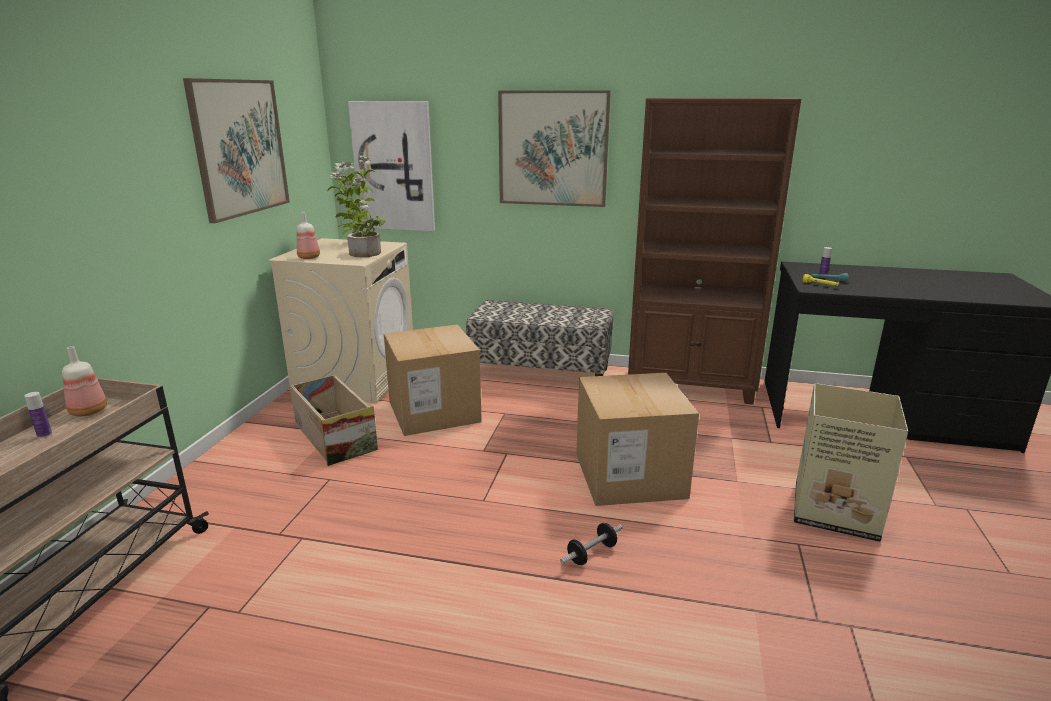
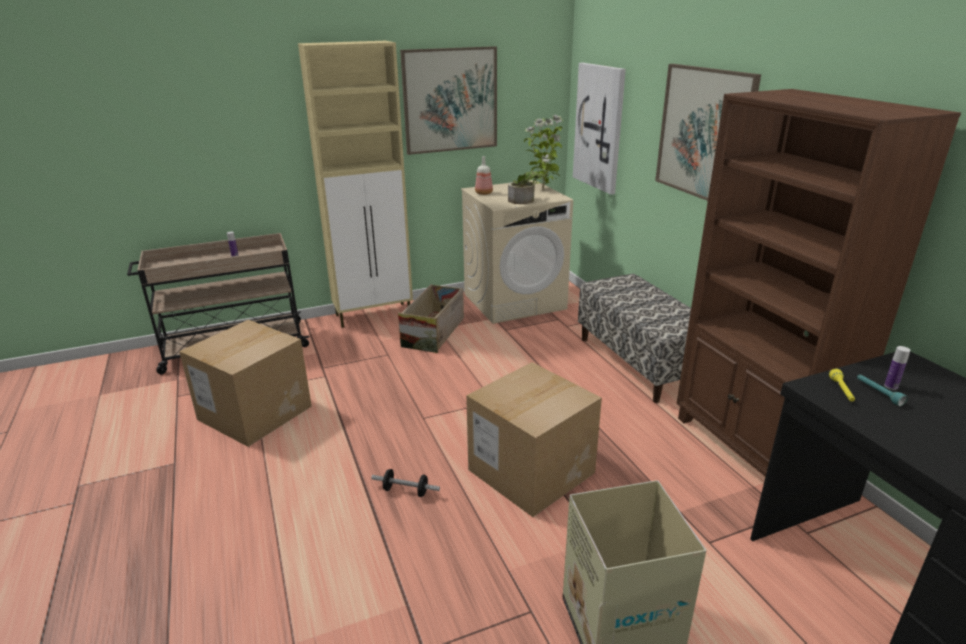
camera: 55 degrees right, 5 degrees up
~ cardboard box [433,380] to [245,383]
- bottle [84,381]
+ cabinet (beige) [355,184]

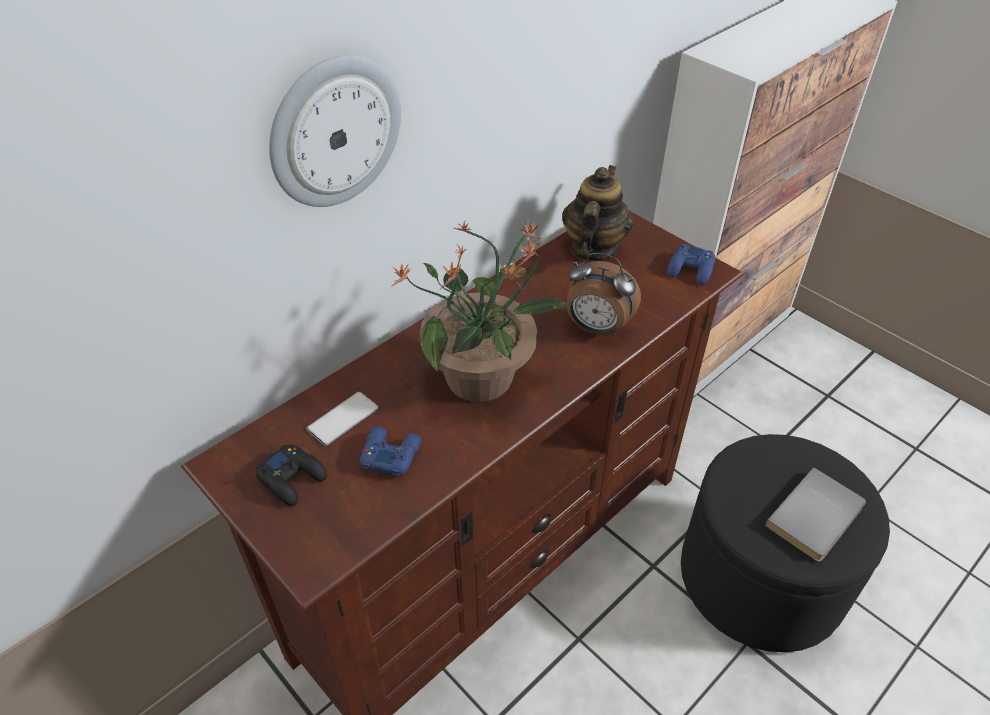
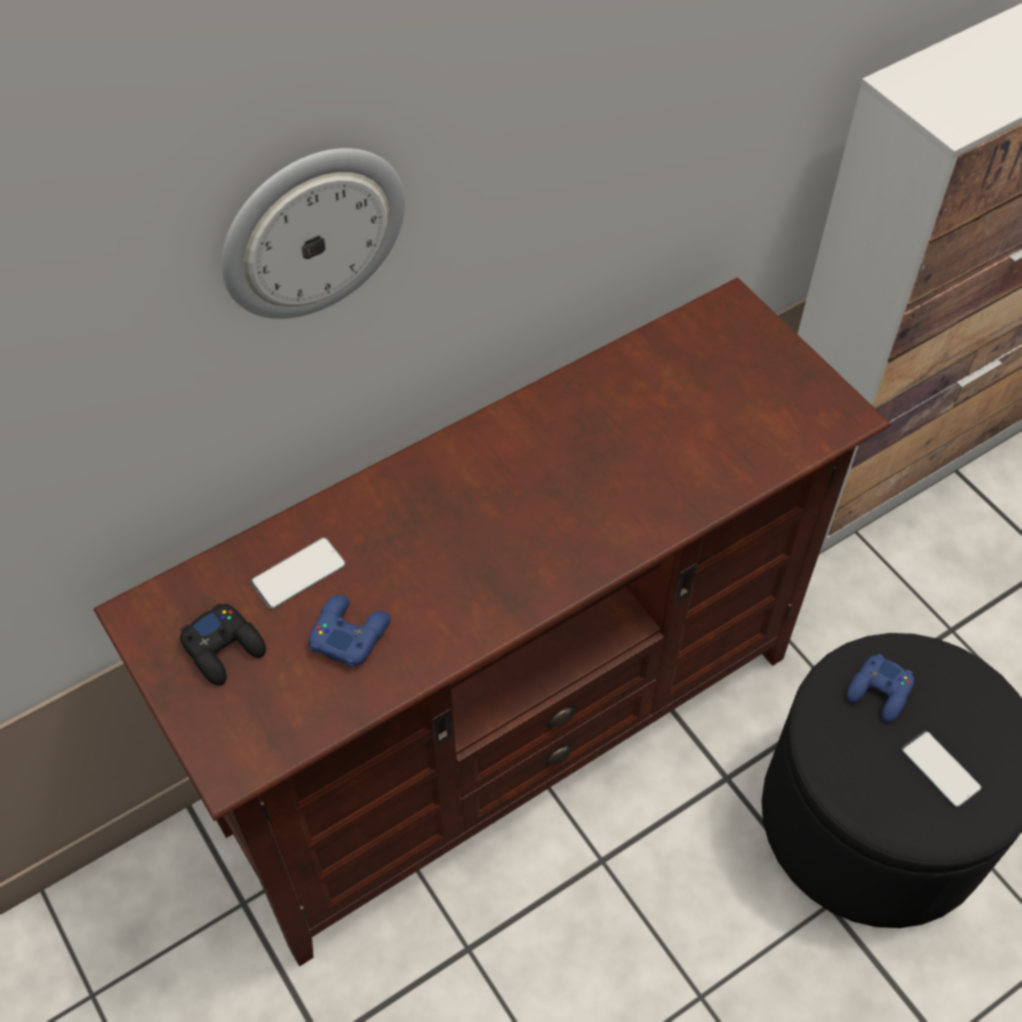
camera: 10 degrees right, 10 degrees up
- teapot [597,213]
- potted plant [480,311]
~ game controller (blue) [691,264] to [881,688]
- alarm clock [603,294]
~ book (grey) [815,514] to phone [942,769]

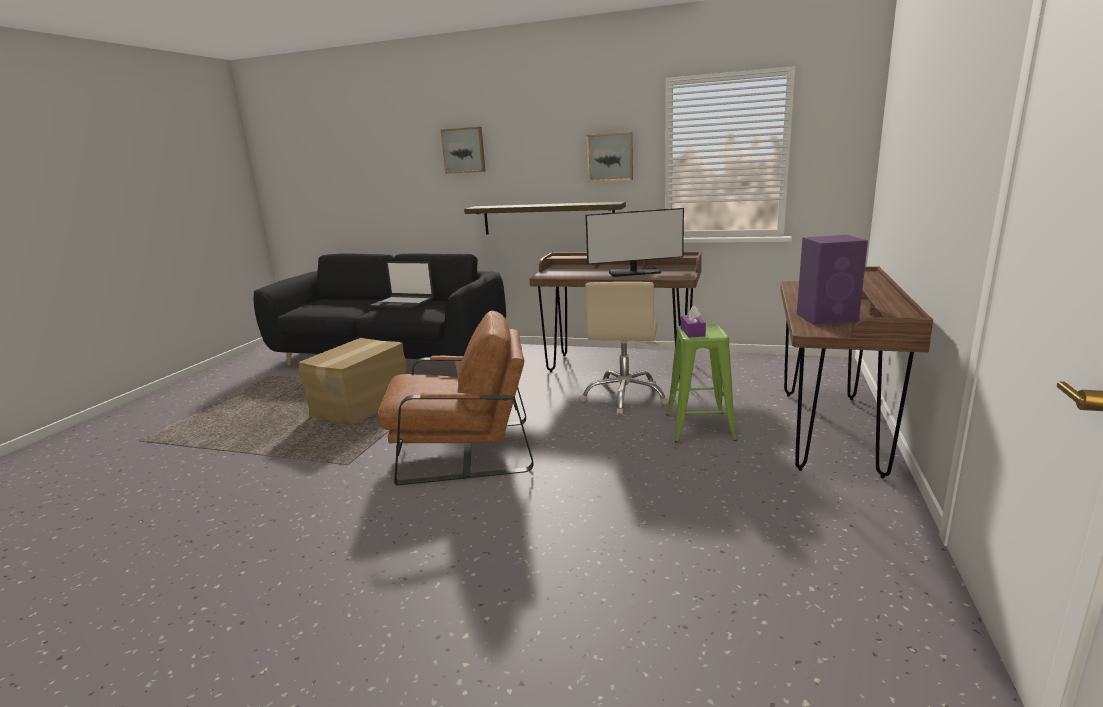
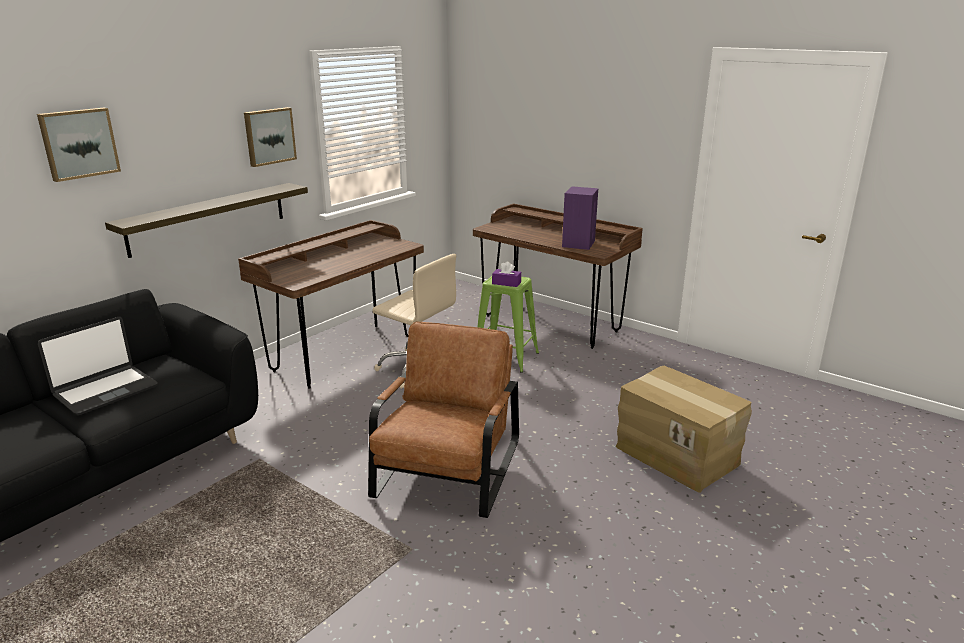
camera: 70 degrees left, 5 degrees up
- monitor [635,242]
~ cardboard box [352,382] to [684,429]

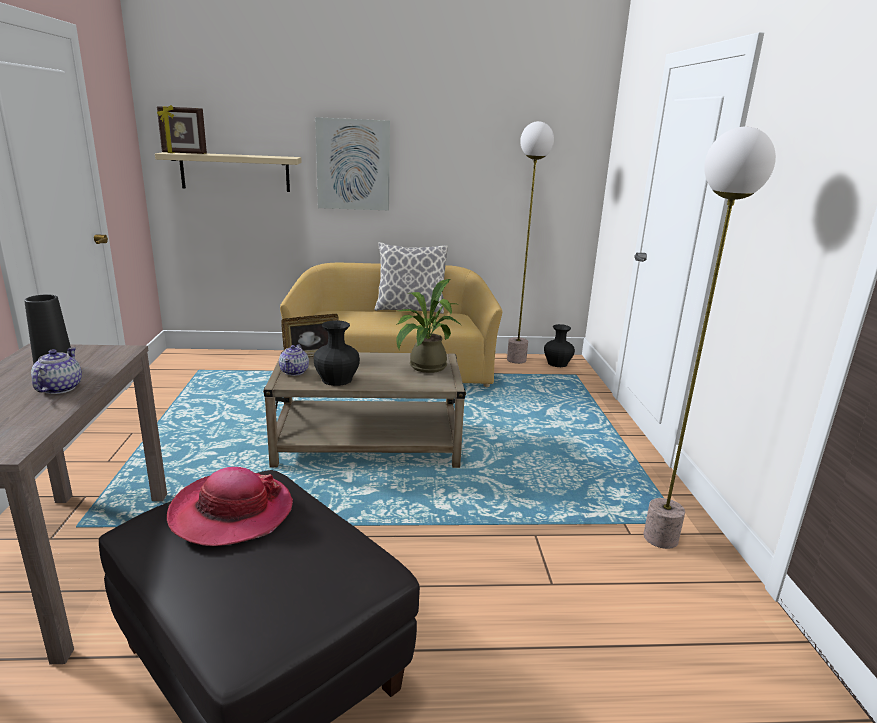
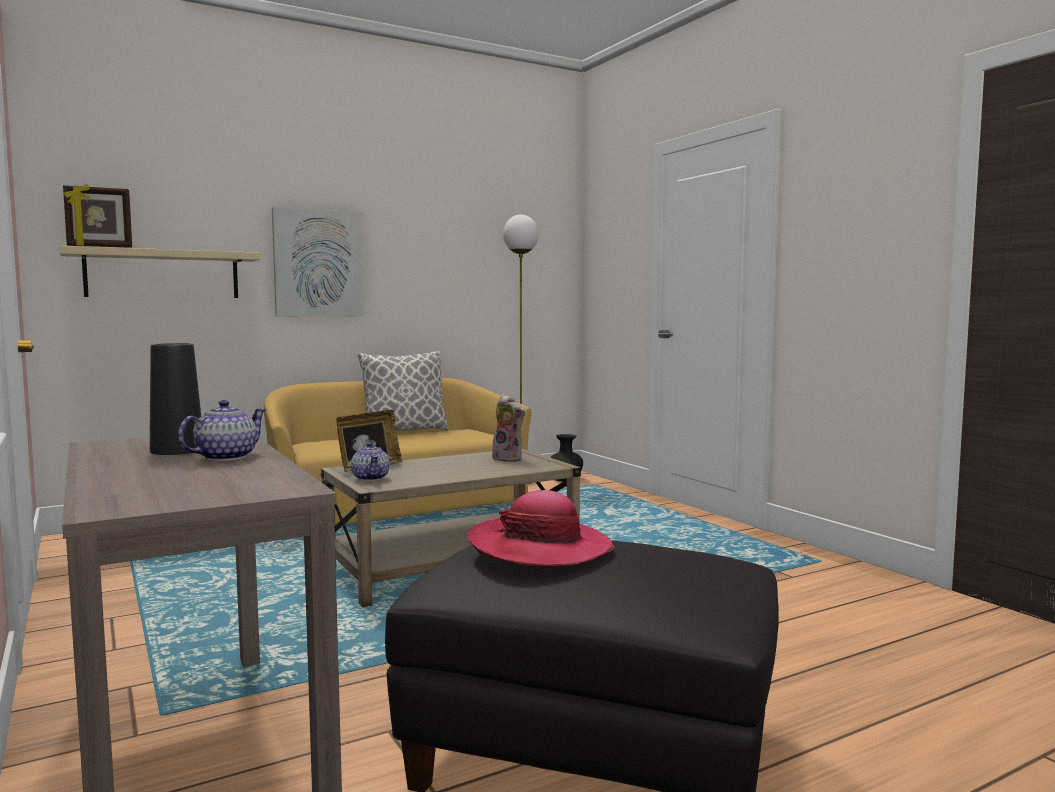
camera: 25 degrees left, 15 degrees down
- floor lamp [710,338]
~ potted plant [428,326] to plush toy [509,428]
- vase (black) [337,353]
~ teapot [56,371] = [222,430] 60 degrees clockwise

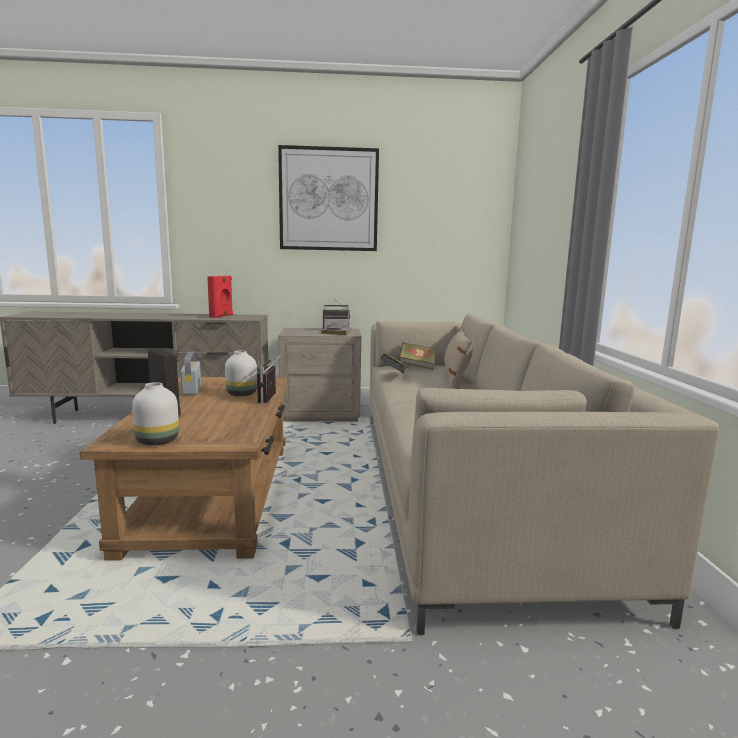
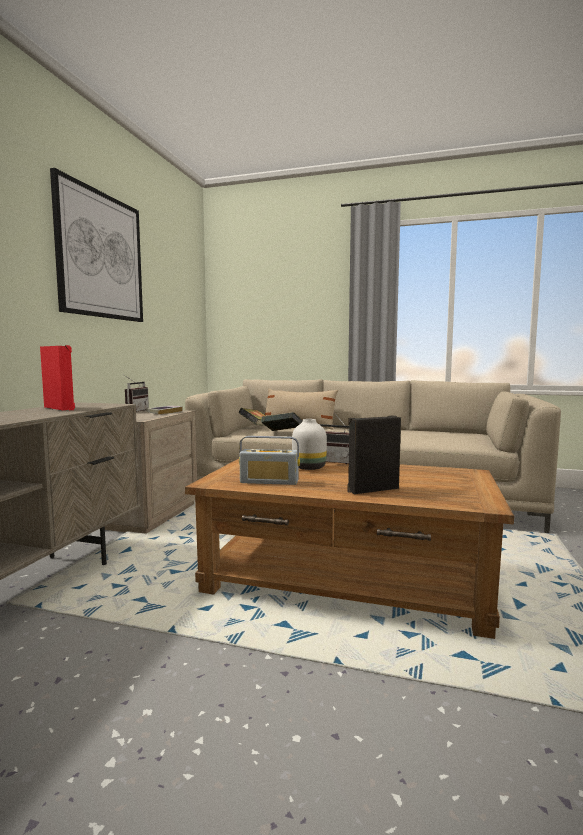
camera: 70 degrees left, 5 degrees down
- vase (white) [155,413]

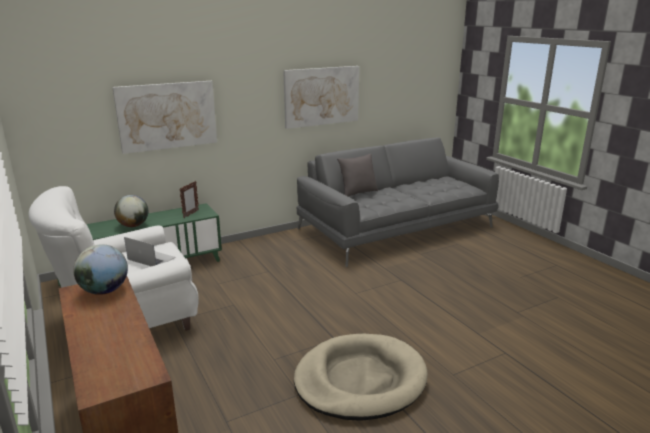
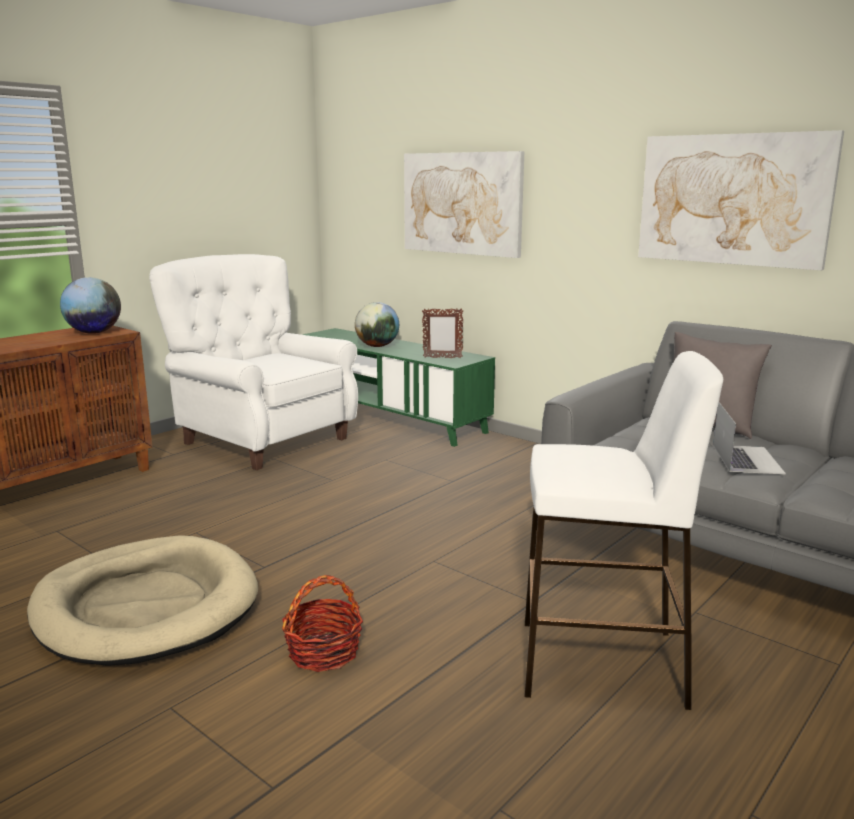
camera: 70 degrees right, 5 degrees down
~ laptop [150,251] to [749,438]
+ stool (white) [624,530]
+ basket [322,623]

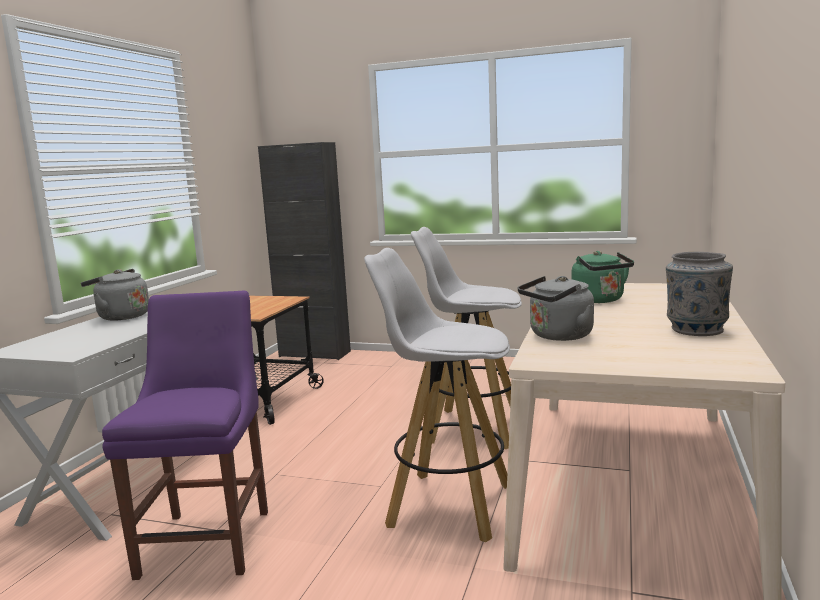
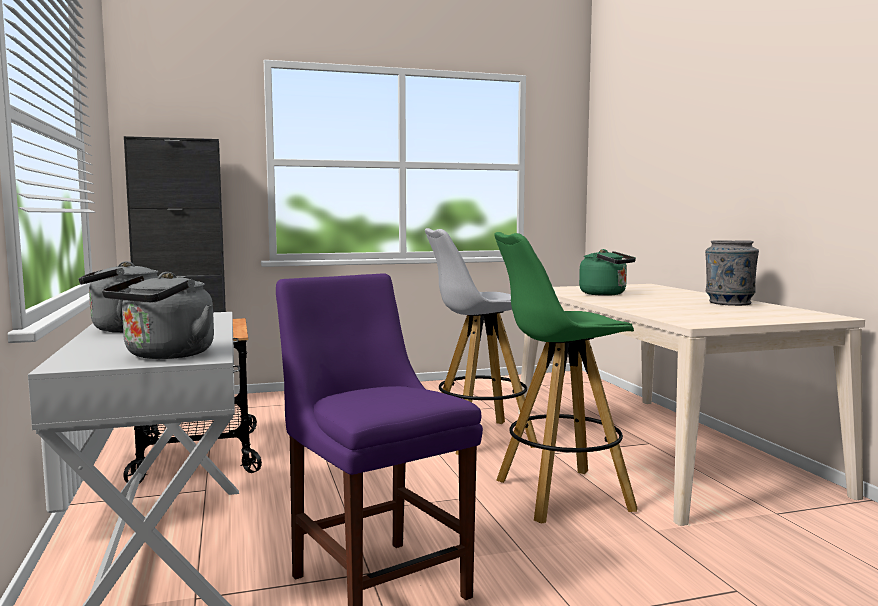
camera: 35 degrees left, 5 degrees down
~ stool (white) [437,395] to stool (green) [565,378]
~ kettle (grey) [556,308] to [158,315]

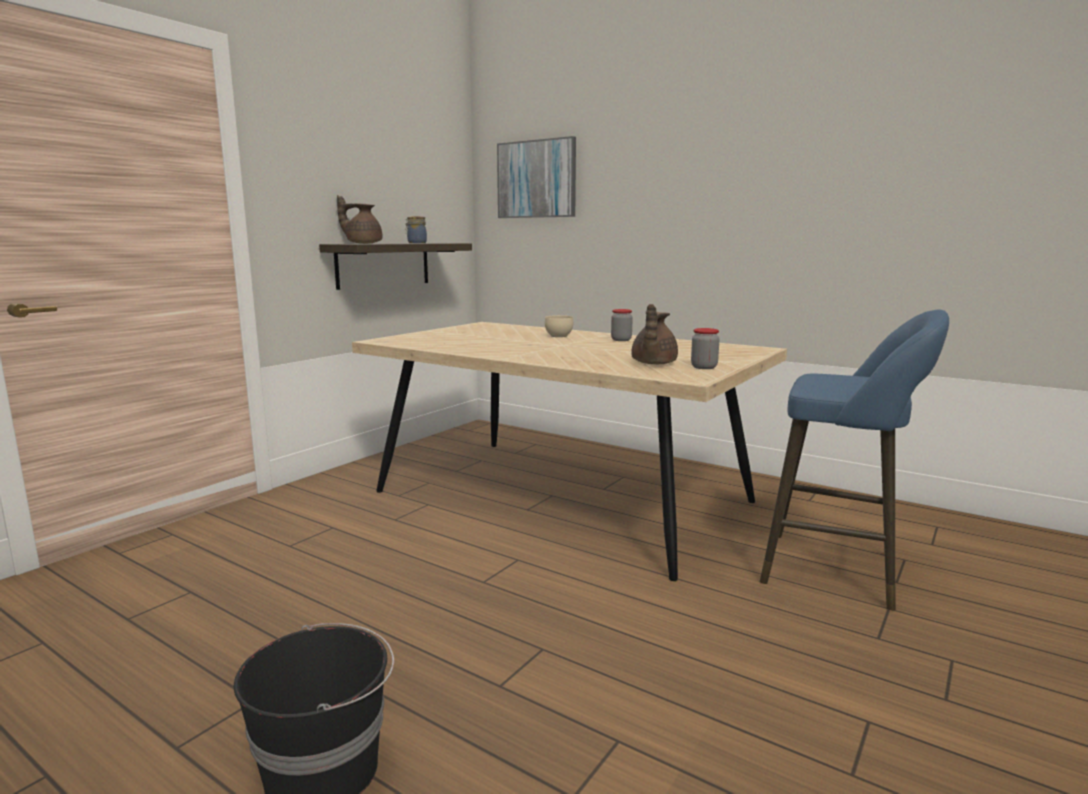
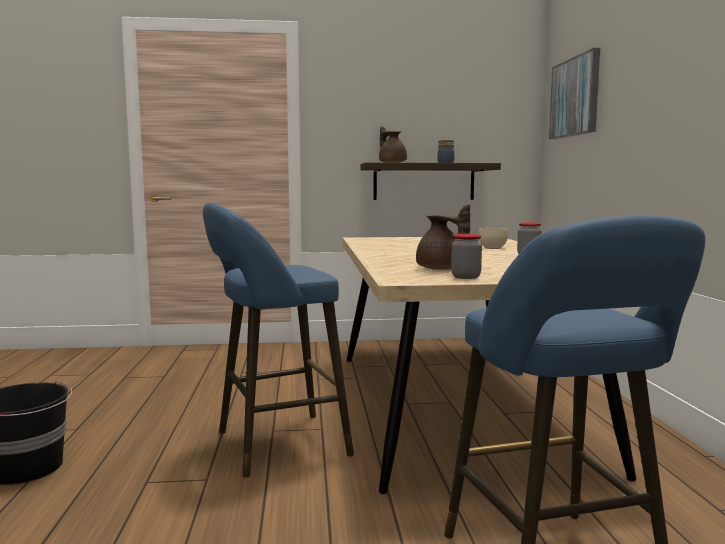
camera: 50 degrees right, 5 degrees down
~ teapot (brown) [654,334] = [443,237] 105 degrees counterclockwise
+ stool (blue) [278,340]

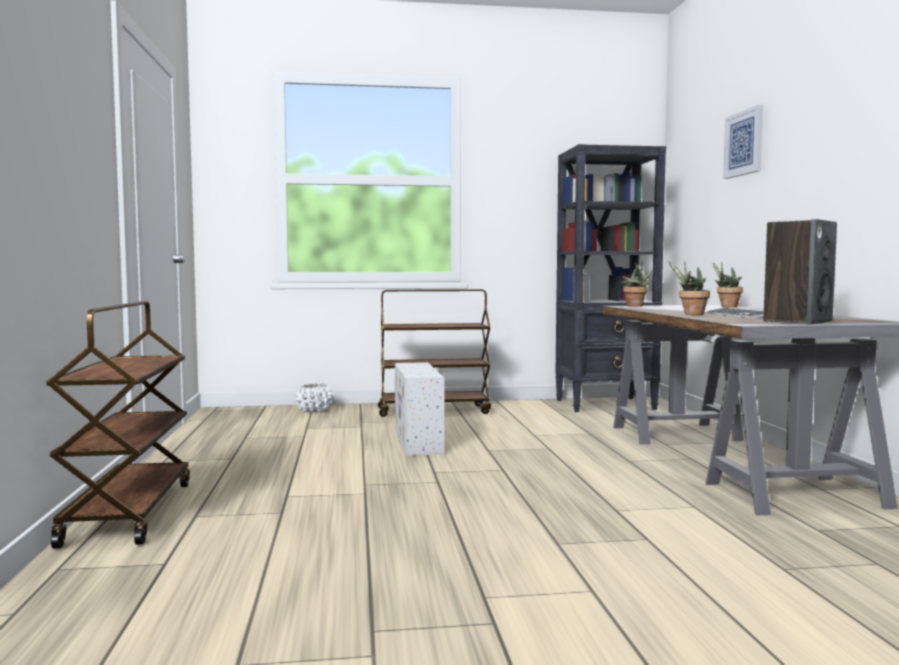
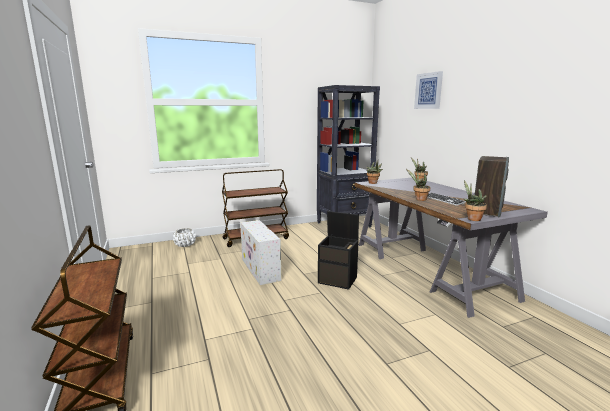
camera: 15 degrees left, 10 degrees up
+ potted plant [475,200]
+ storage box (black) [338,250]

